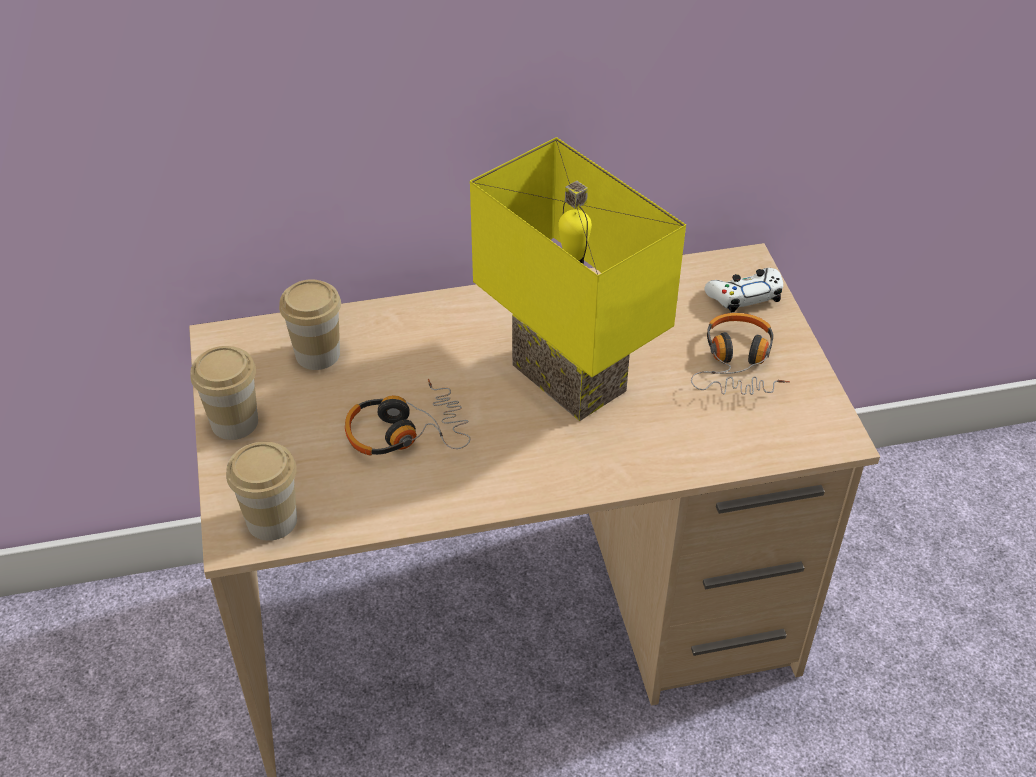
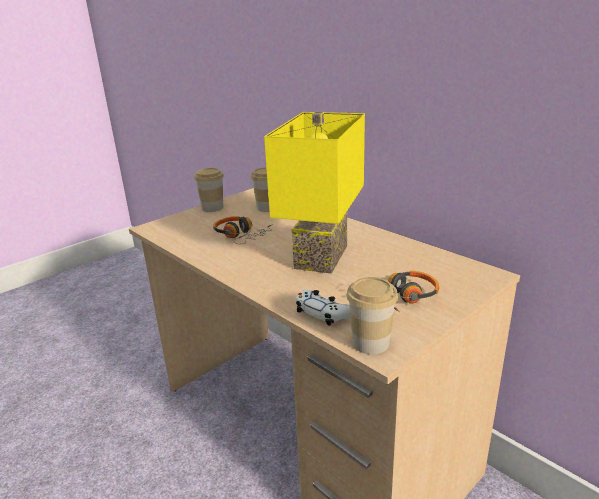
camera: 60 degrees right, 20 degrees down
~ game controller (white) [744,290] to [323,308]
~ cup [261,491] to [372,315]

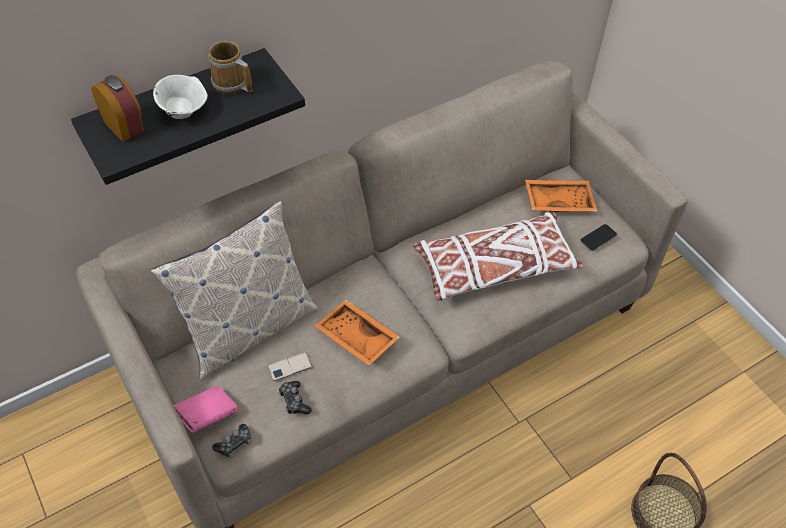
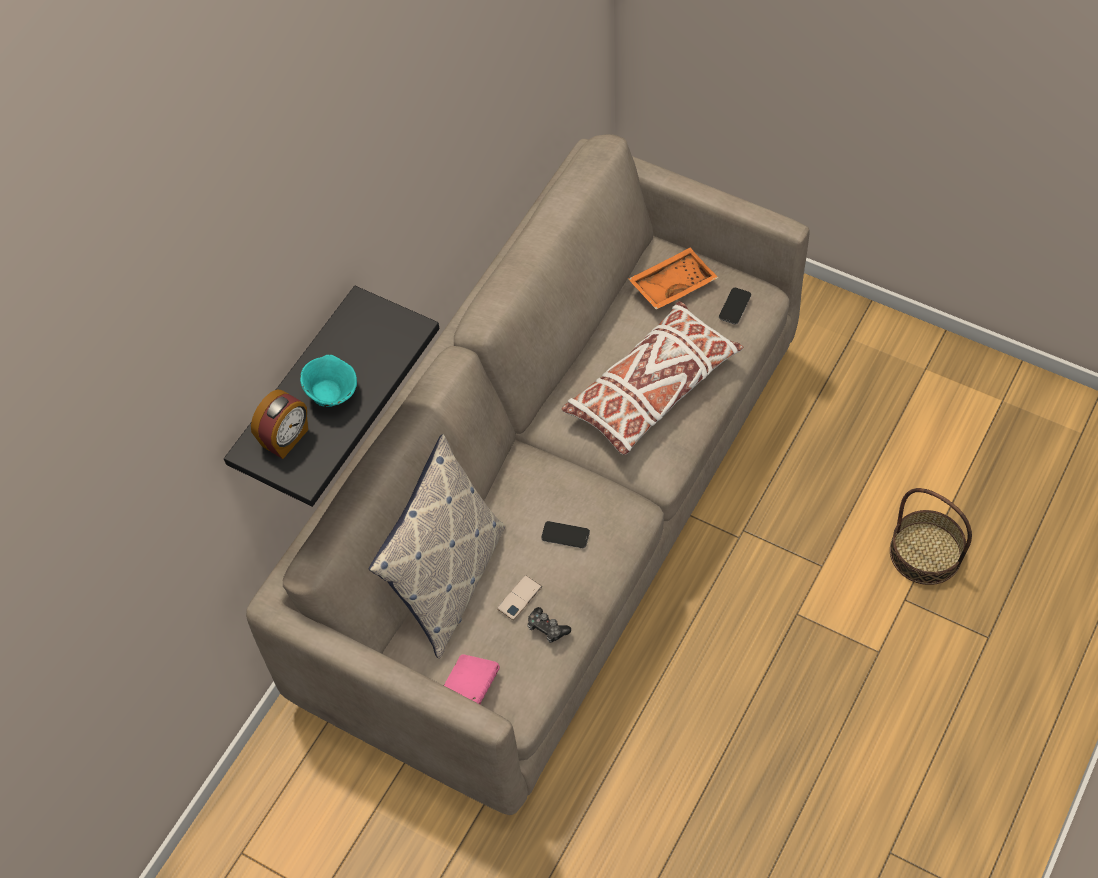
camera: 25 degrees left, 5 degrees up
- mug [230,68]
~ alarm clock [117,108] = [279,424] 105 degrees clockwise
~ bowl (white) [180,97] to bowl (turquoise) [328,380]
~ tray (orange) [357,333] to phone [565,534]
- game controller [231,441]

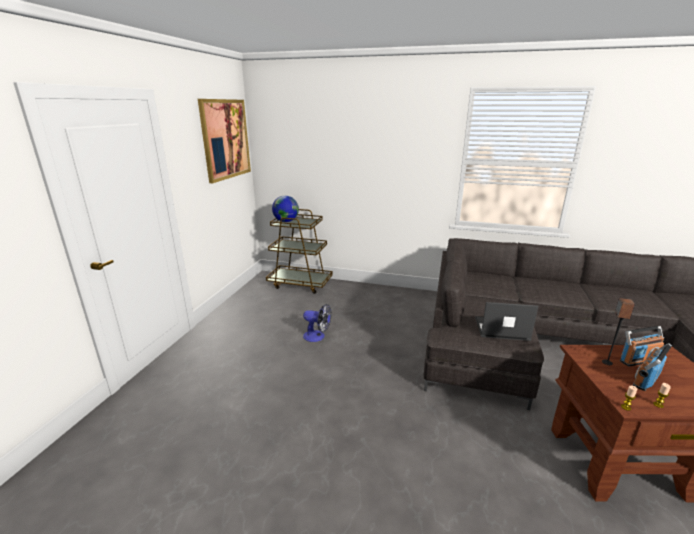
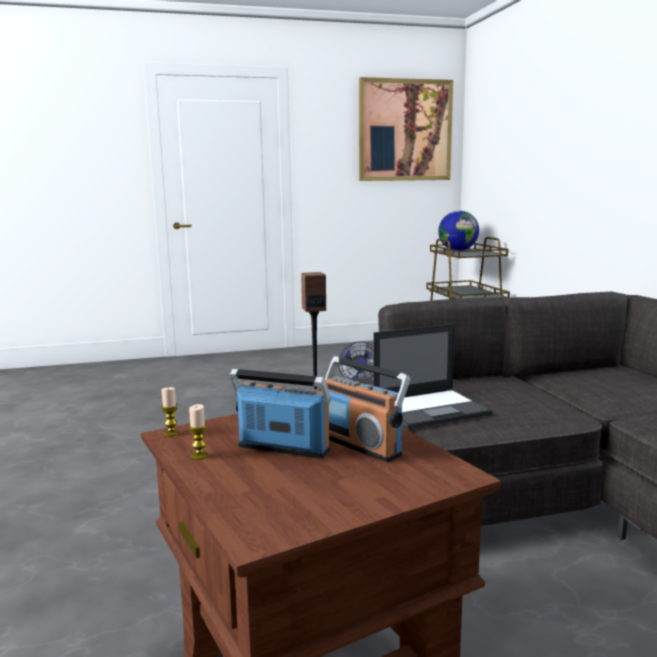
camera: 60 degrees right, 10 degrees down
~ laptop [506,321] = [433,376] 90 degrees clockwise

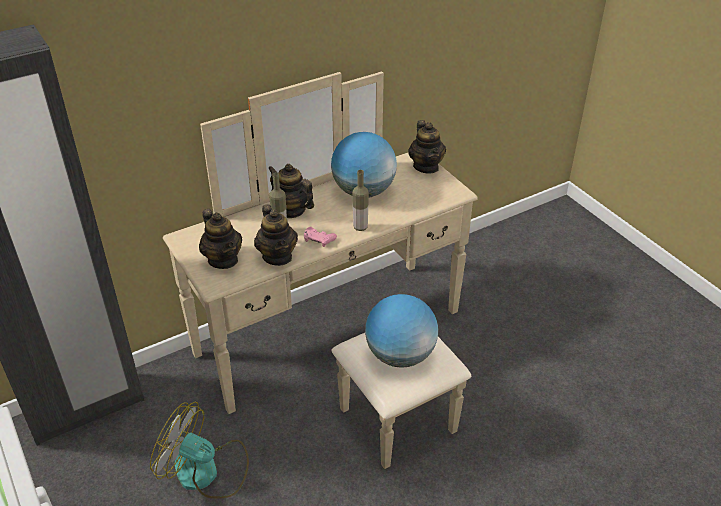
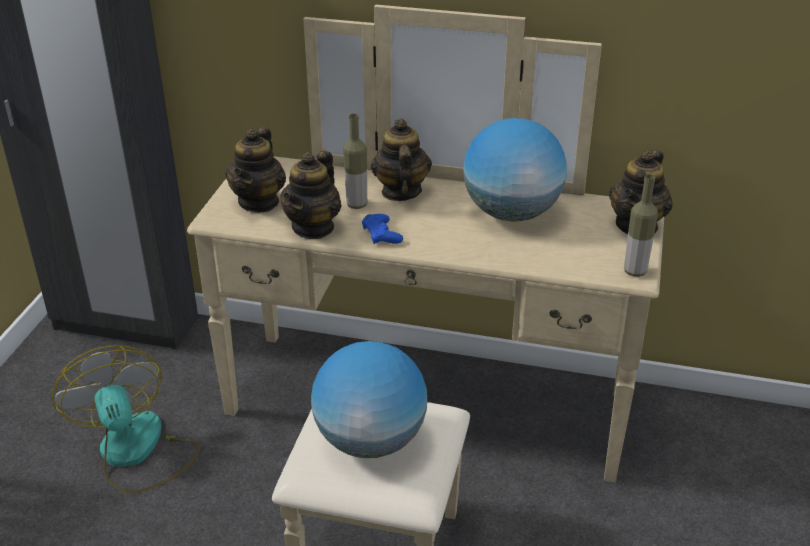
camera: 45 degrees right, 5 degrees down
~ bottle [360,200] to [641,225]
~ game controller (pink) [320,237] to game controller (blue) [382,229]

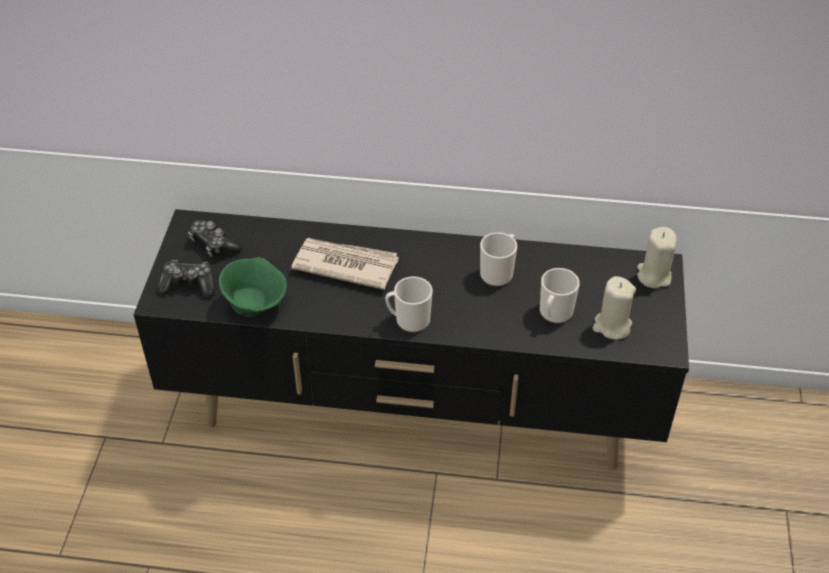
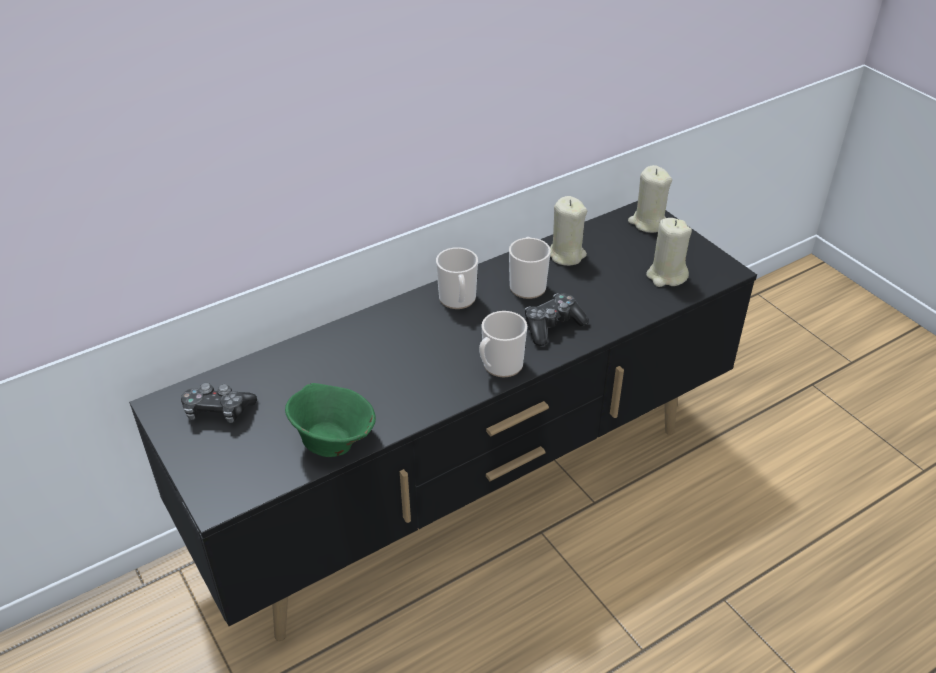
camera: 40 degrees left, 5 degrees down
- newspaper [345,264]
~ game controller [185,278] to [557,319]
~ mug [560,295] to [457,278]
+ candle (beige) [568,231]

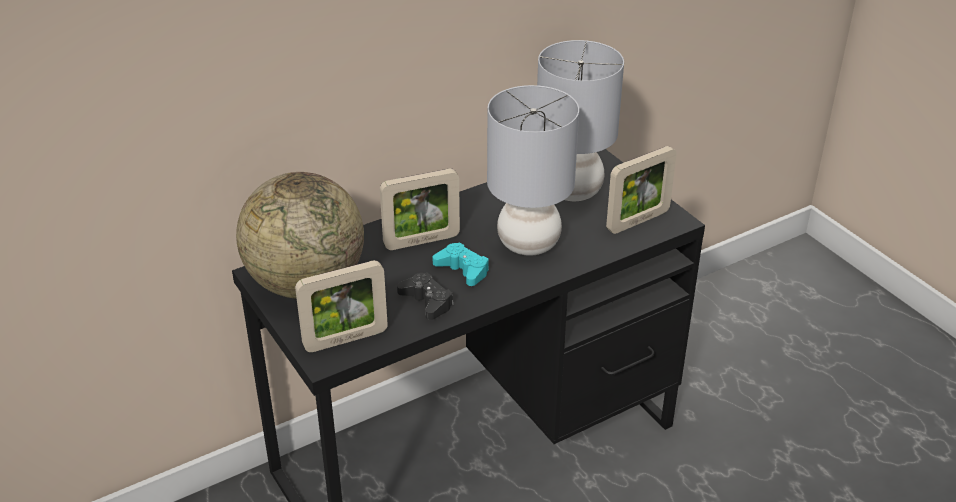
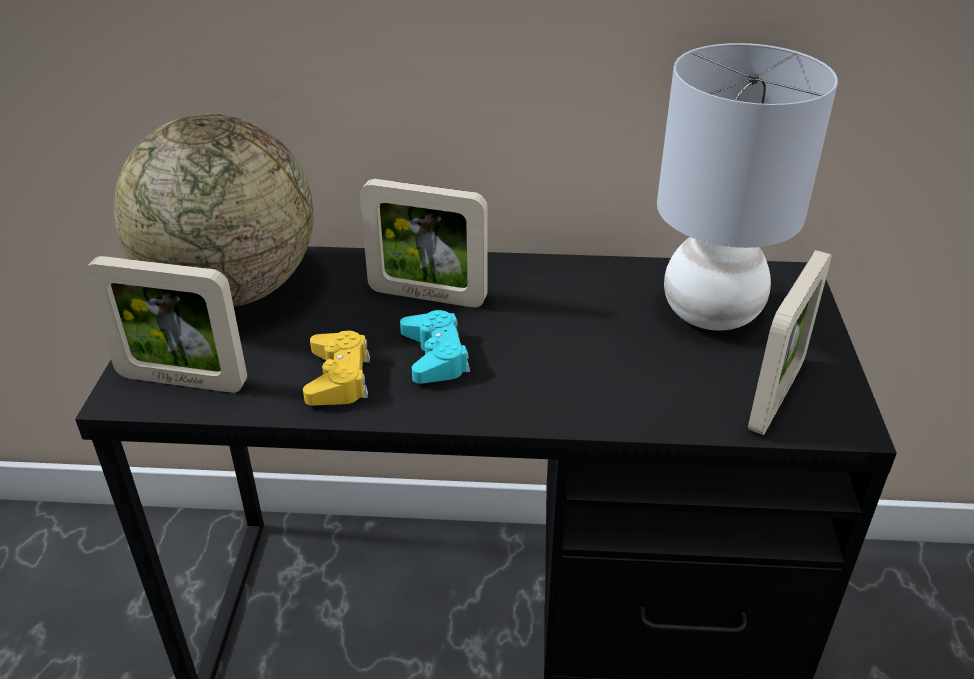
camera: 35 degrees right, 0 degrees up
- table lamp (grey) [533,170]
~ picture frame [641,190] = [790,342] 60 degrees counterclockwise
~ game controller (black) [425,296] to game controller (yellow) [336,368]

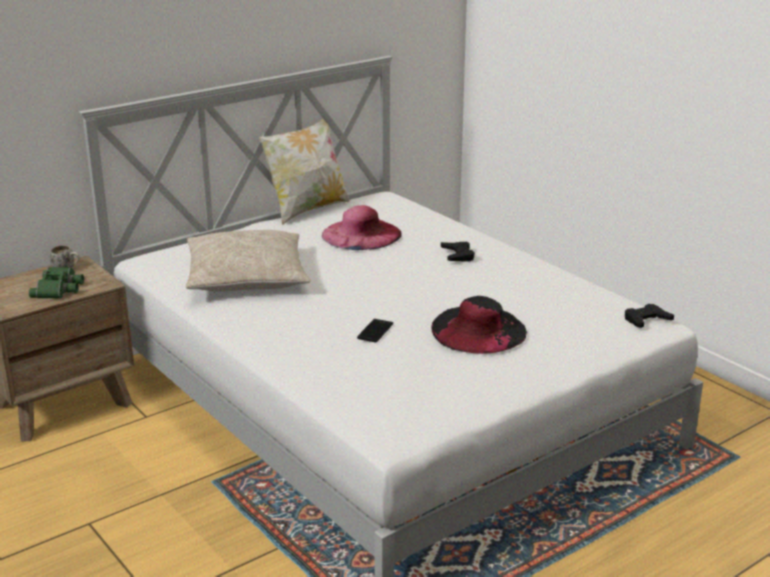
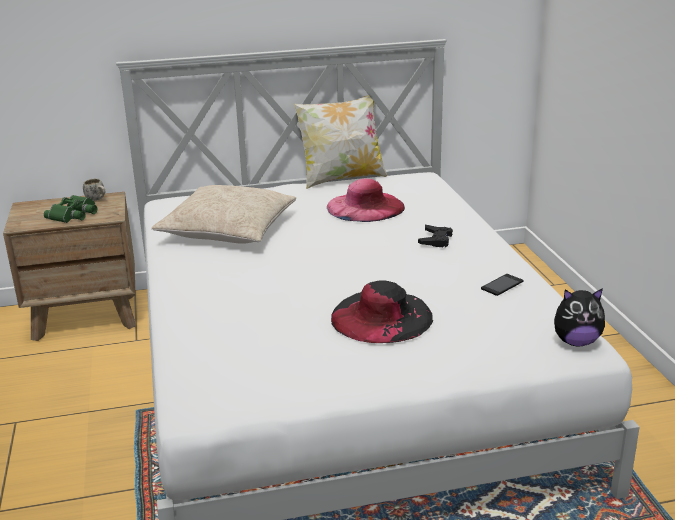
camera: 25 degrees right, 0 degrees up
~ game controller (black) [649,316] to plush toy [579,317]
~ phone [375,330] to [502,285]

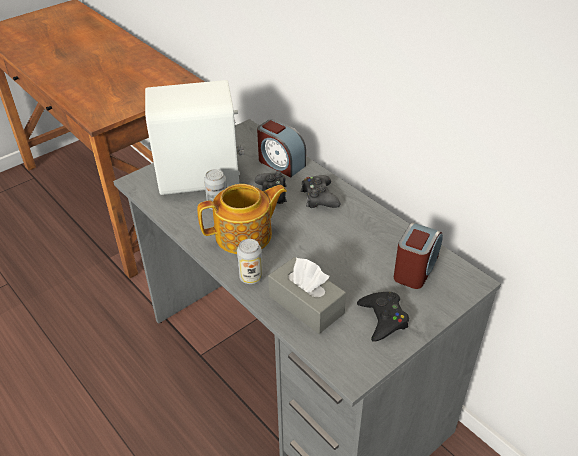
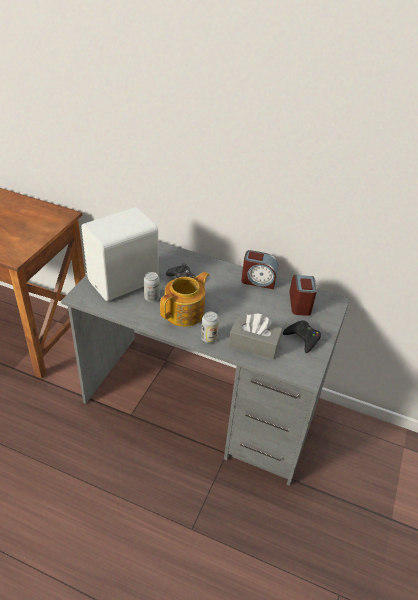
camera: 30 degrees left, 0 degrees up
~ alarm clock [281,148] to [259,269]
- game controller (black) [320,191]

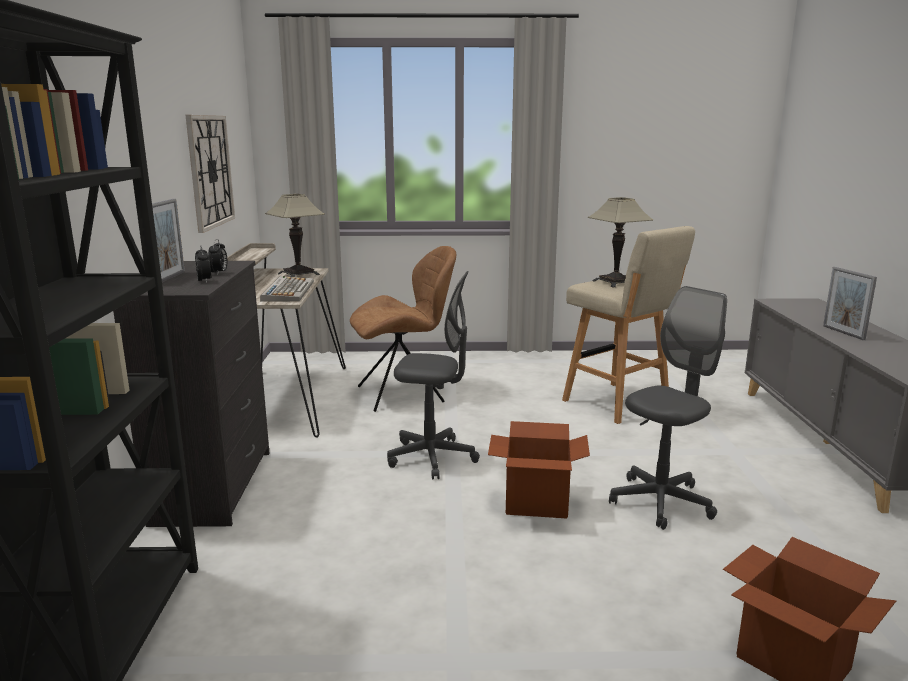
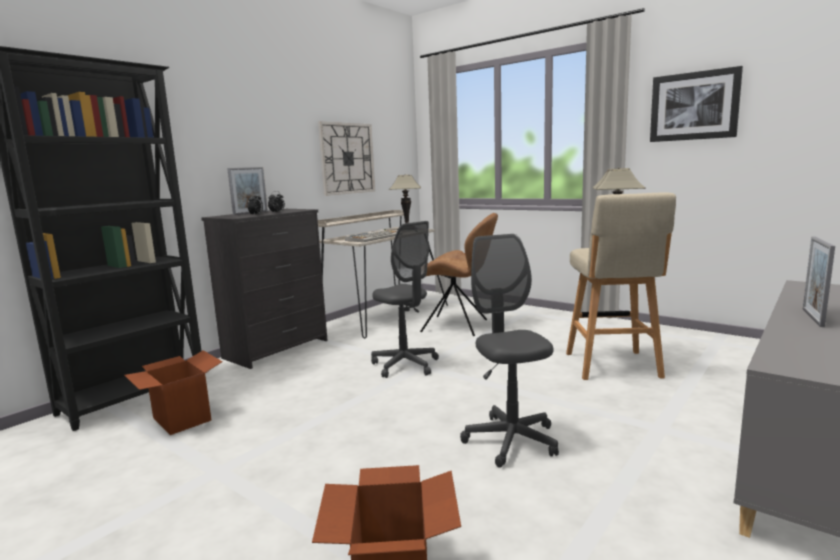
camera: 40 degrees right, 5 degrees down
~ office chair (grey) [668,408] = [509,351] 105 degrees counterclockwise
~ cardboard box [539,470] to [173,392]
+ picture [696,104]

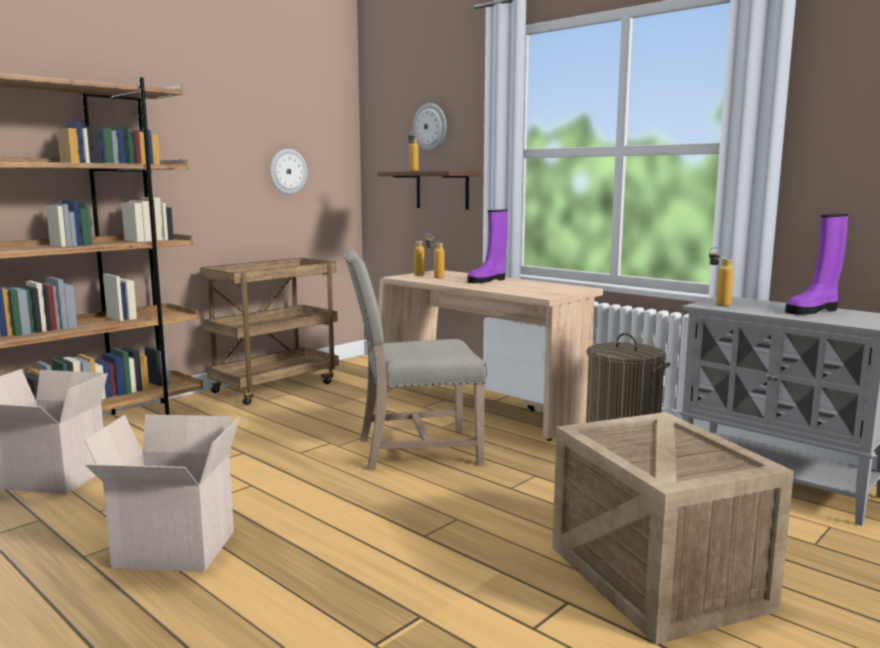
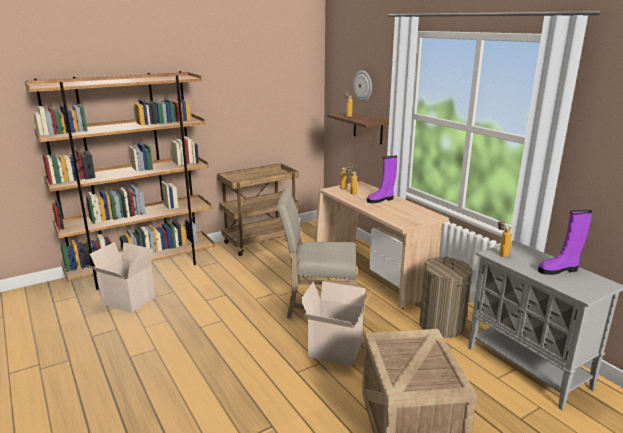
camera: 15 degrees right, 10 degrees up
- wall clock [288,172]
~ cardboard box [162,493] to [336,323]

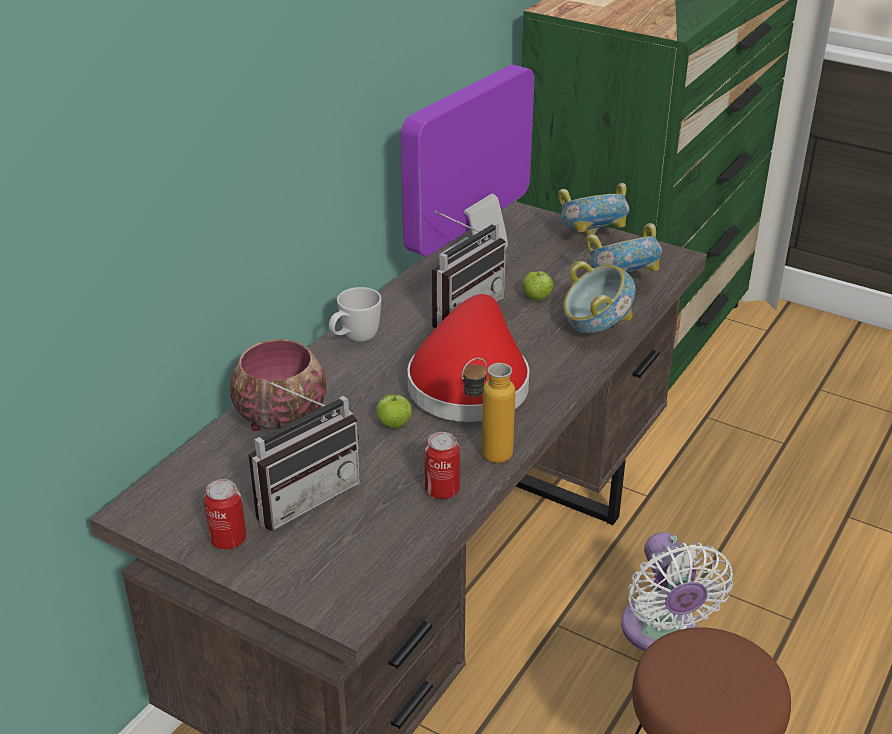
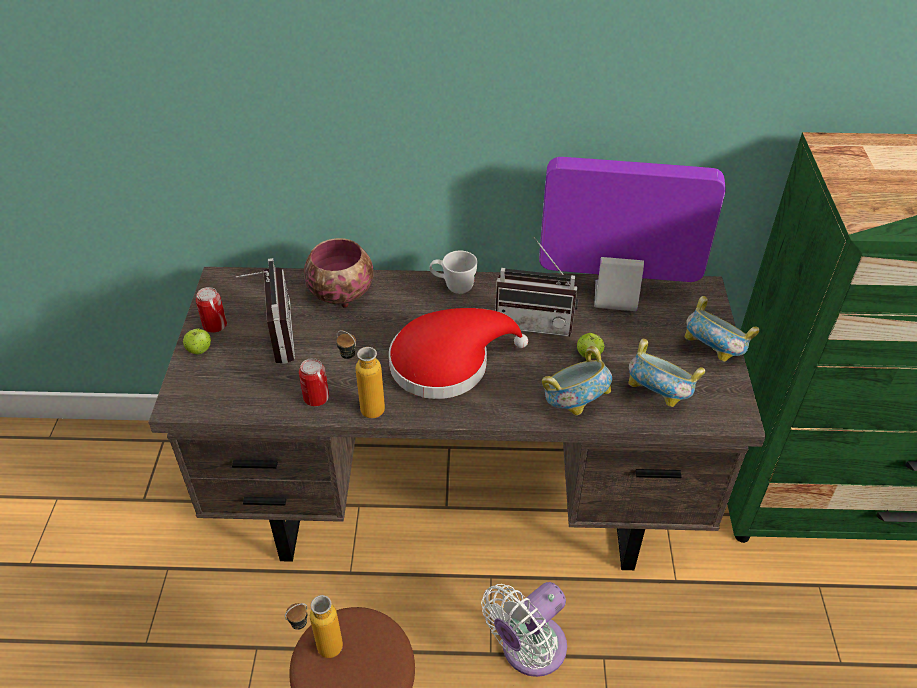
camera: 60 degrees right, 10 degrees up
~ radio [304,455] = [265,311] 120 degrees counterclockwise
~ apple [394,411] to [197,341]
+ bottle [314,626]

